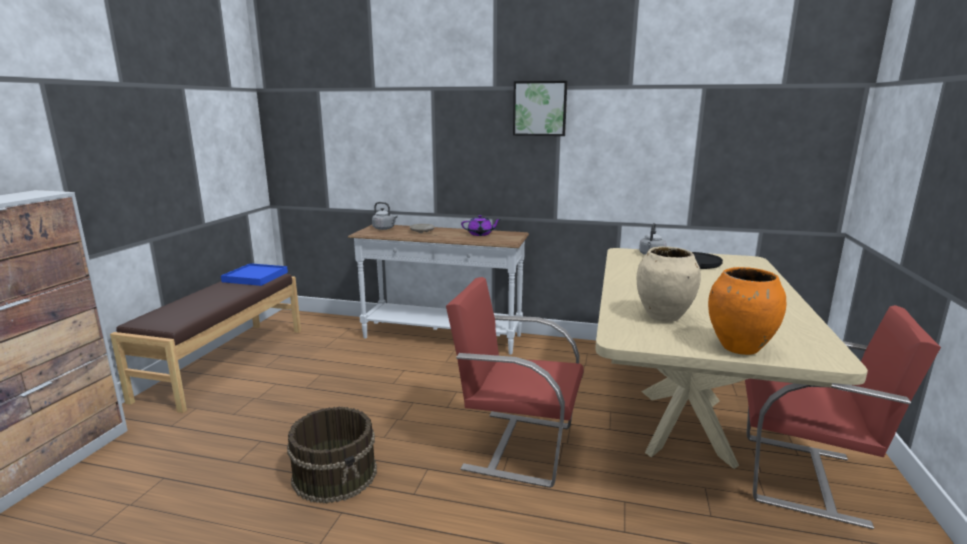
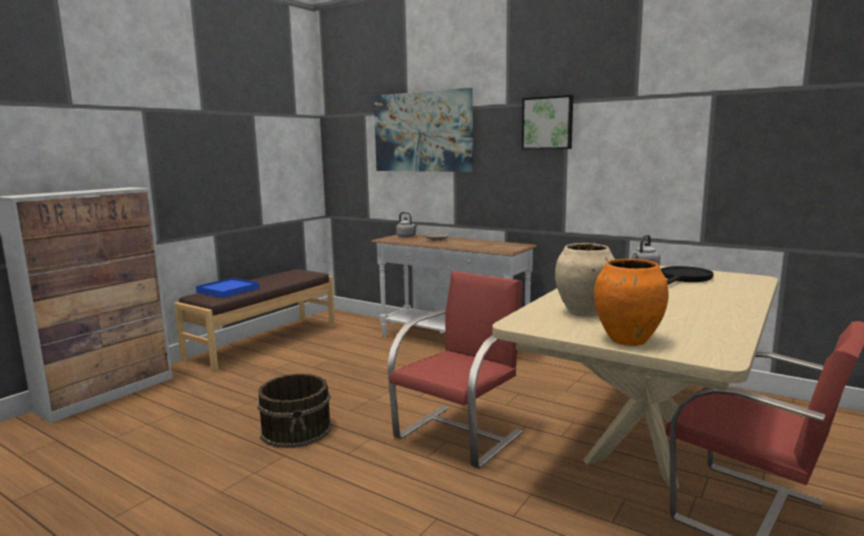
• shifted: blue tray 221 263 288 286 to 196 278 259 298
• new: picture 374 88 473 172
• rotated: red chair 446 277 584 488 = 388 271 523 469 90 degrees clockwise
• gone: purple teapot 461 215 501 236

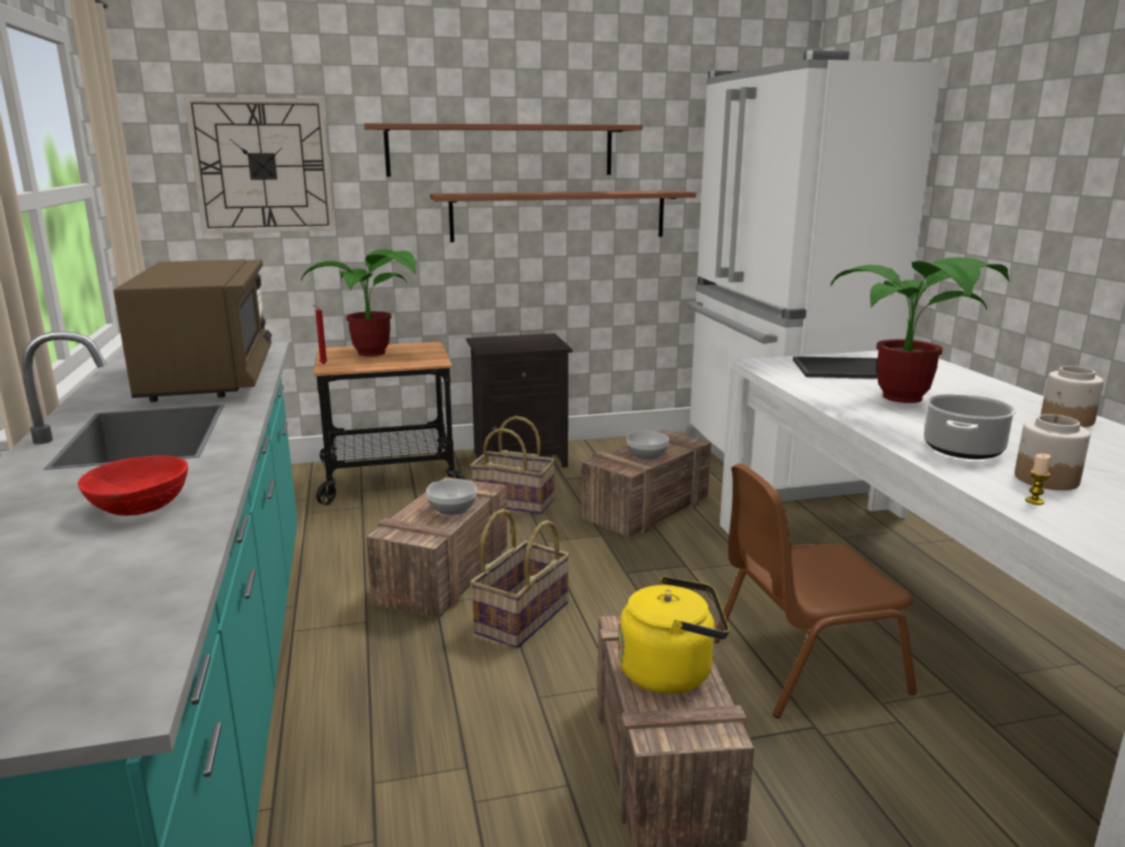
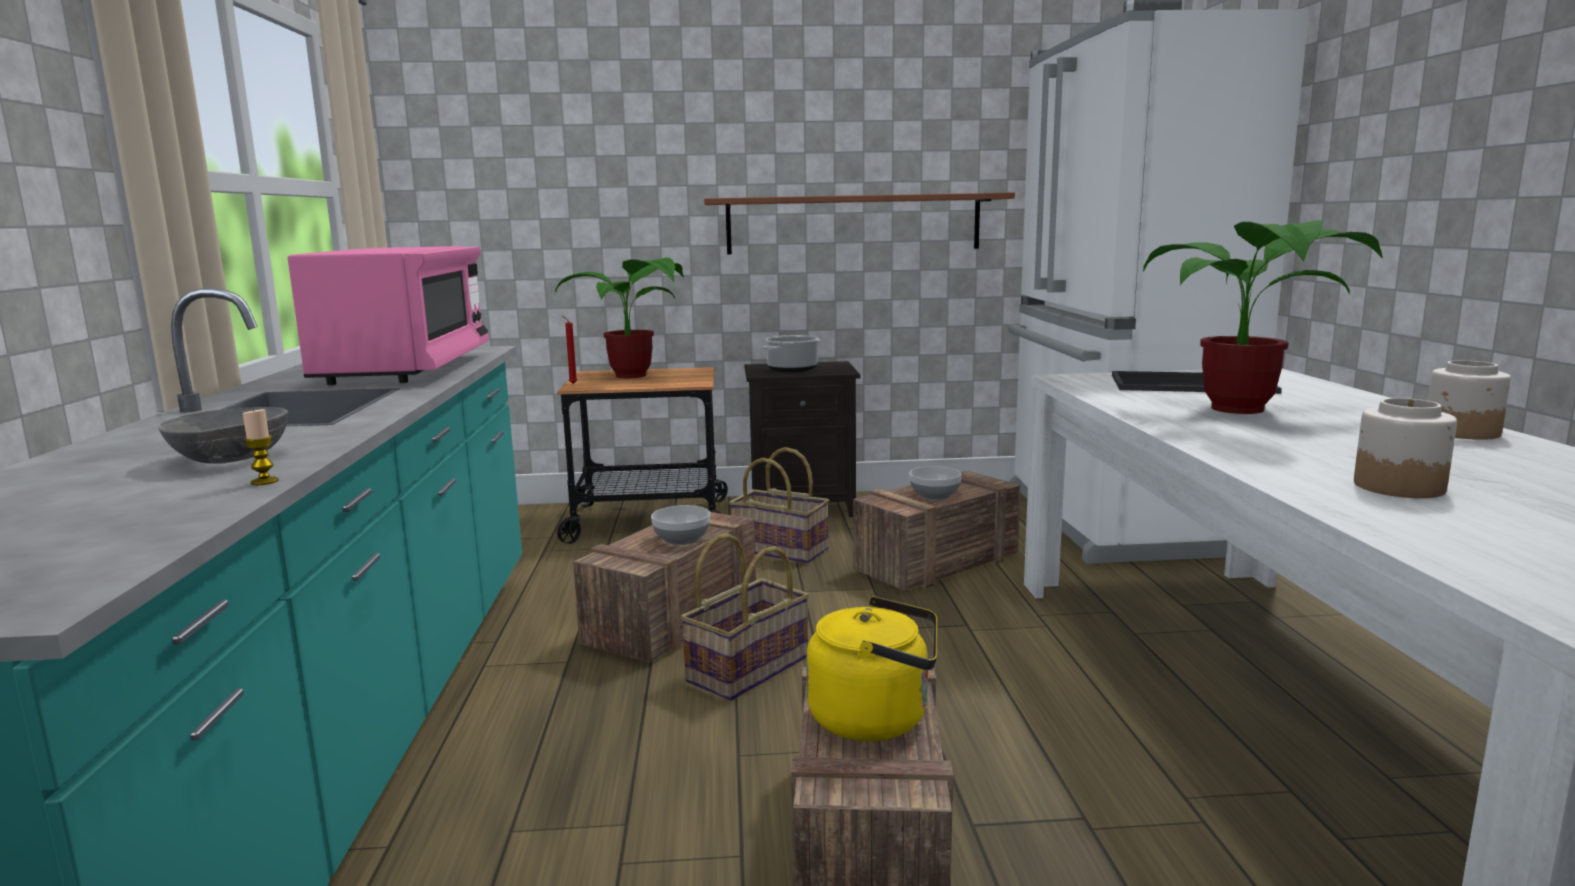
• repainted: red bowl 78 455 188 516 to grey bowl 158 407 288 464
• shifted: candle 1025 454 1051 505 to 243 409 279 485
• repainted: brown microwave 113 259 272 402 to pink microwave 287 246 489 385
• shifted: cooking pot 924 394 1016 459 to 763 335 820 372
• gone: wall clock 184 97 334 234
• gone: shelf 364 123 643 177
• gone: brown chair 715 464 917 718

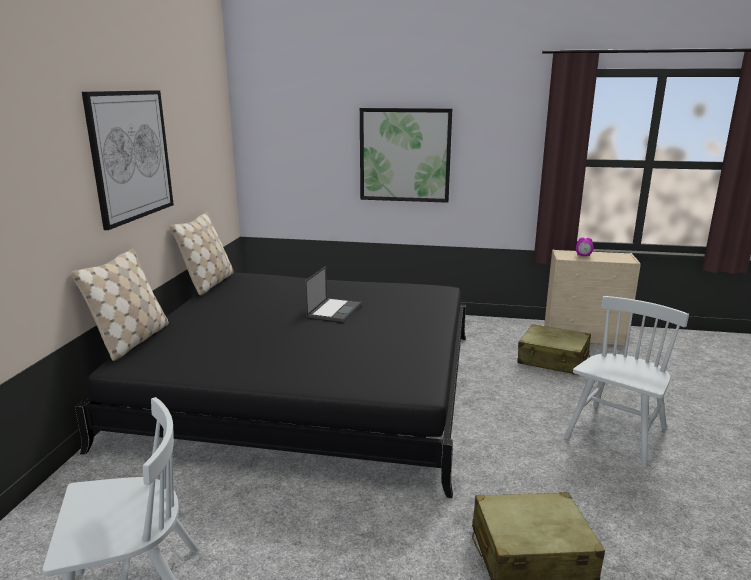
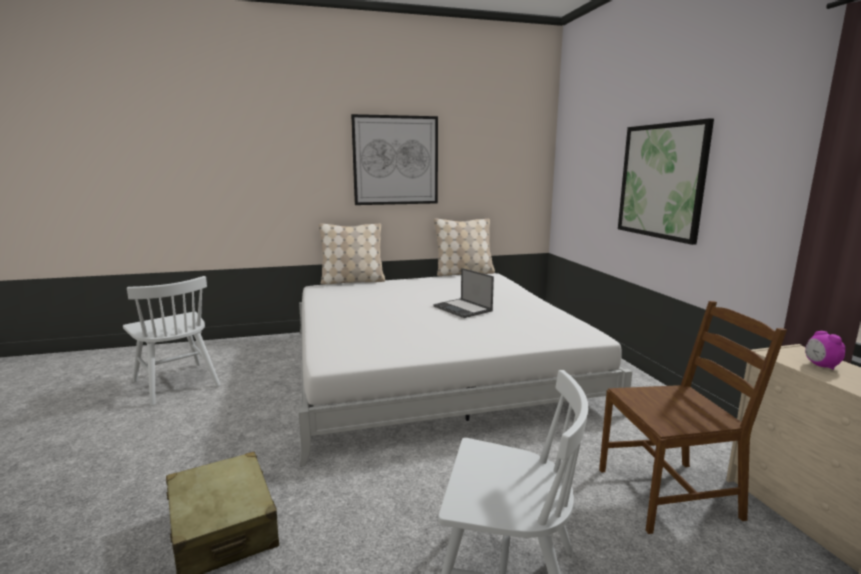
• repainted: black bed 75 273 466 498 to white bed 299 273 632 467
• rotated: laptop 305 266 362 322 = 434 268 494 318 60 degrees clockwise
• swapped: beige suitcase 518 324 591 375 to brown chair 599 301 787 534

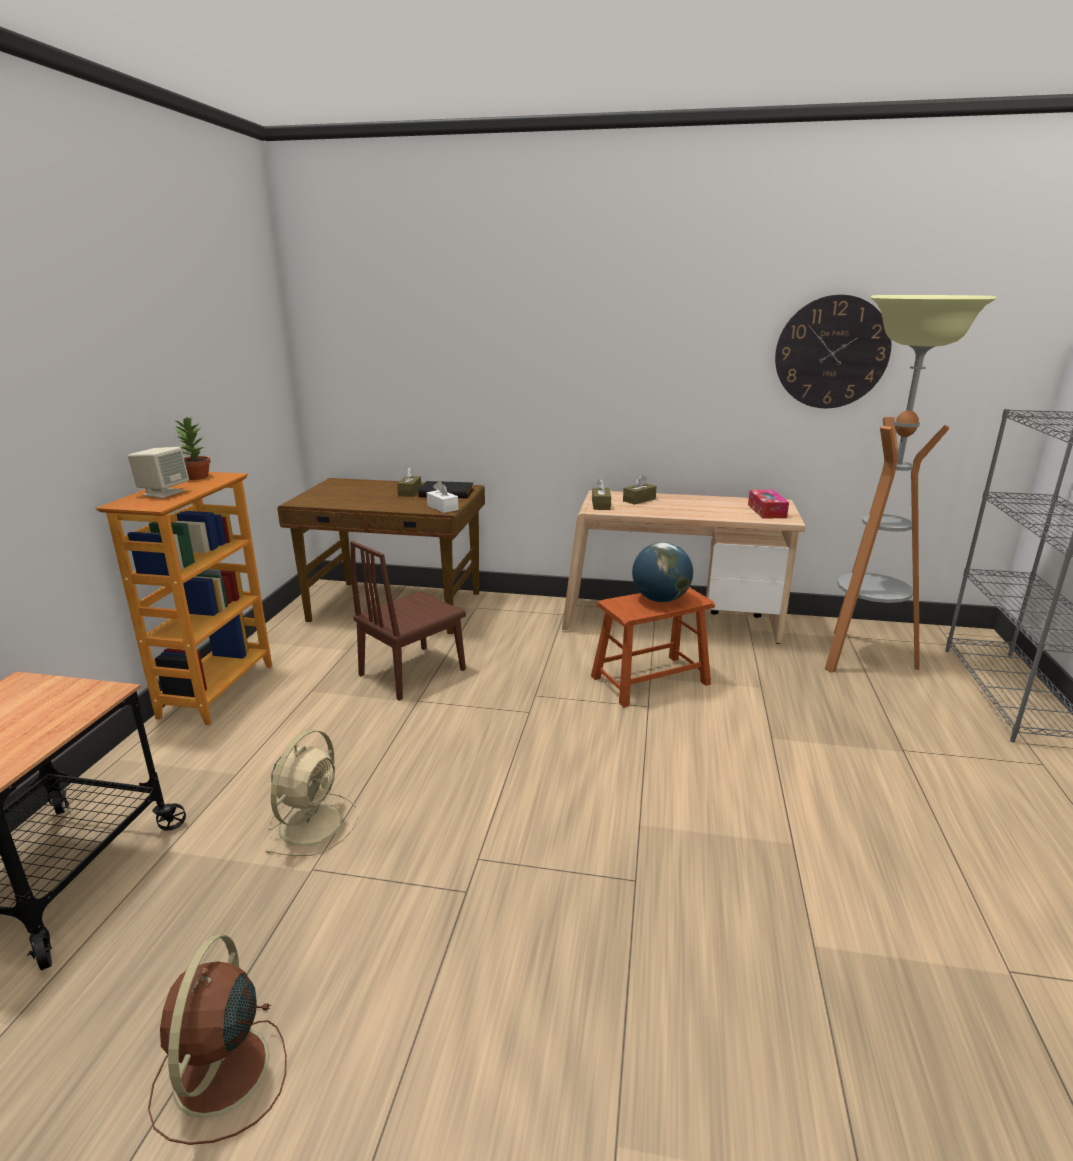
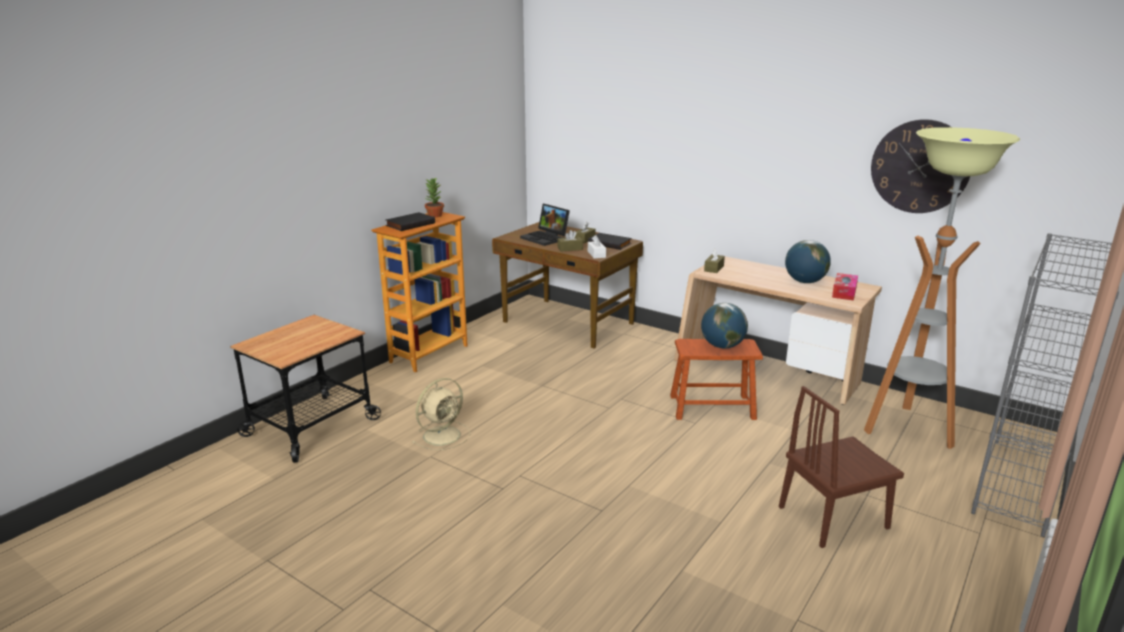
• swapped: beige speaker 128 447 189 498 to black book 386 212 435 231
• new: laptop 520 204 570 246
• shifted: brown tissue box 623 474 657 505 to 558 230 583 252
• shifted: brown chair 350 541 466 700 to 779 386 904 548
• new: globe 785 240 831 283
• gone: brown fan 148 935 287 1145

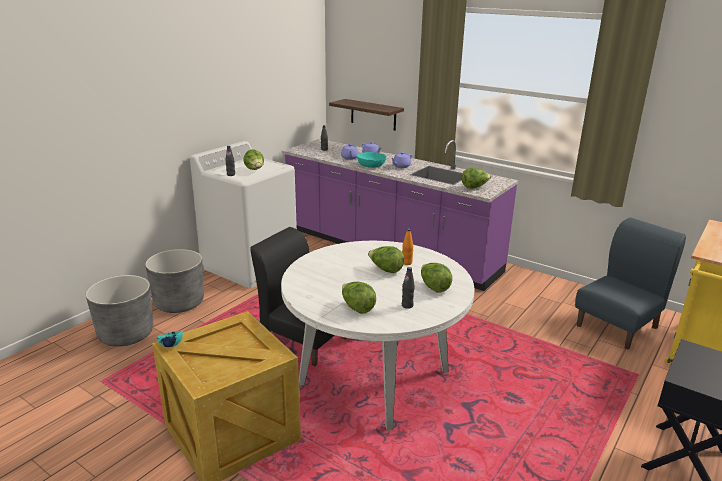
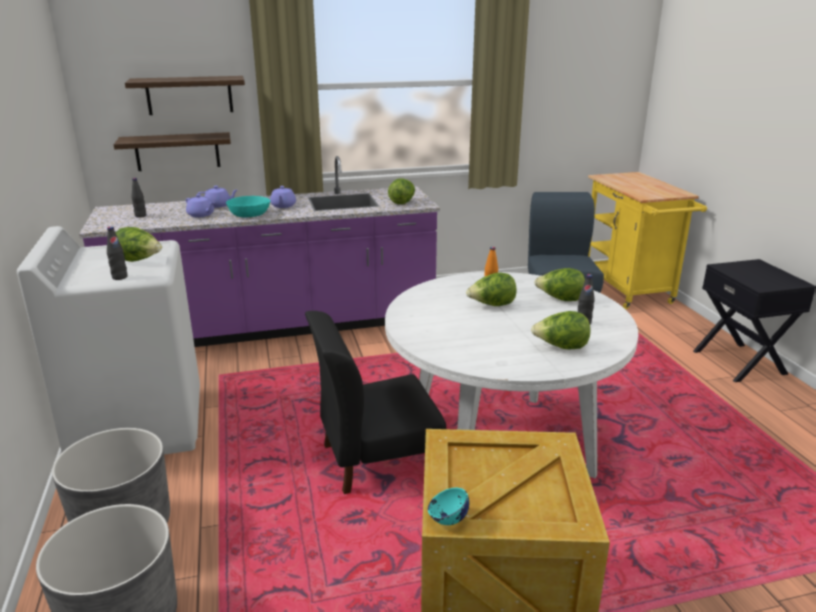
• new: shelf 125 76 245 115

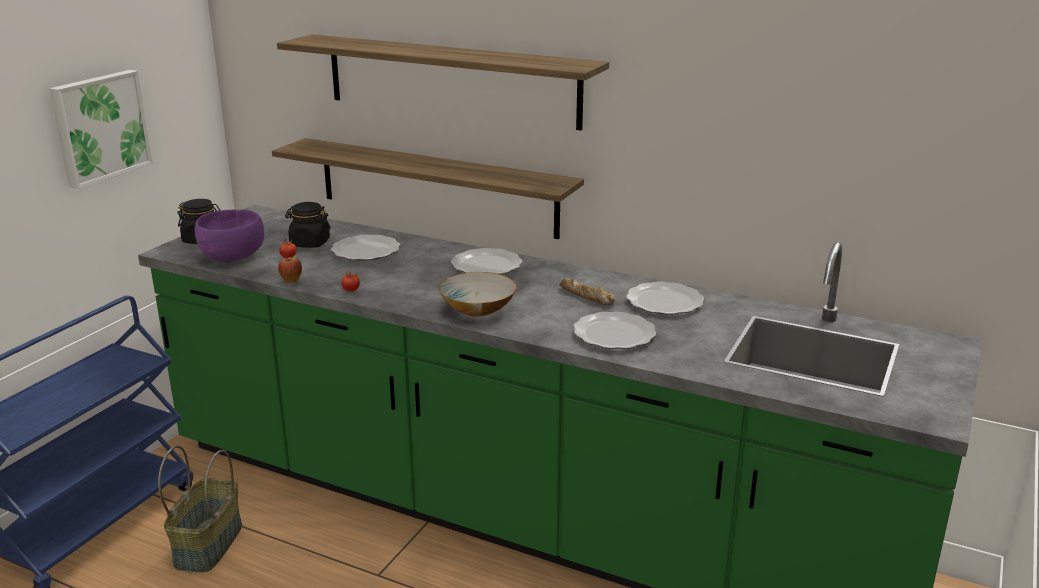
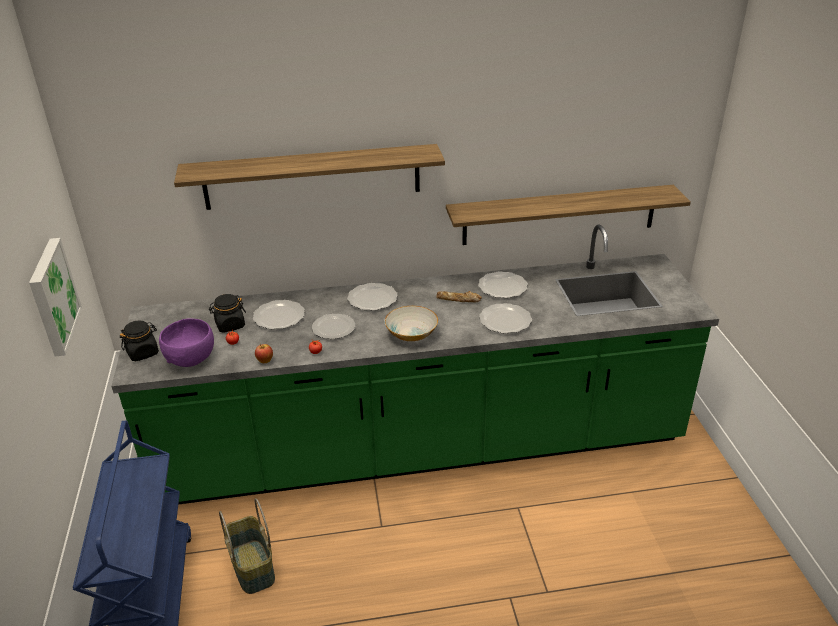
• new: plate 312 314 355 339
• shifted: shelf 272 138 584 239 to 446 185 691 245

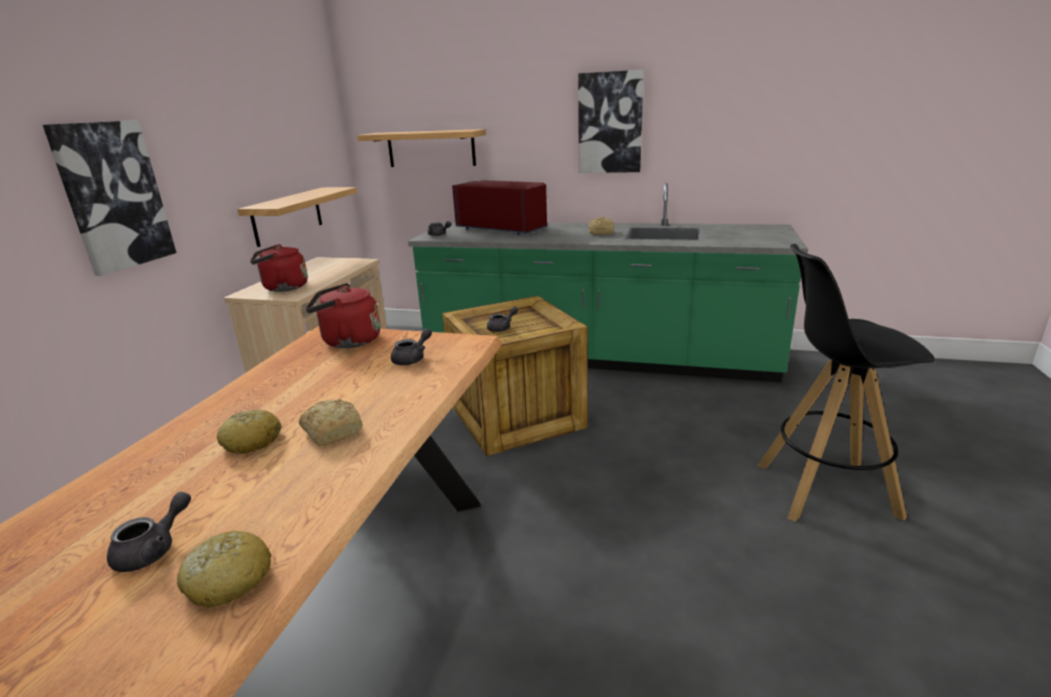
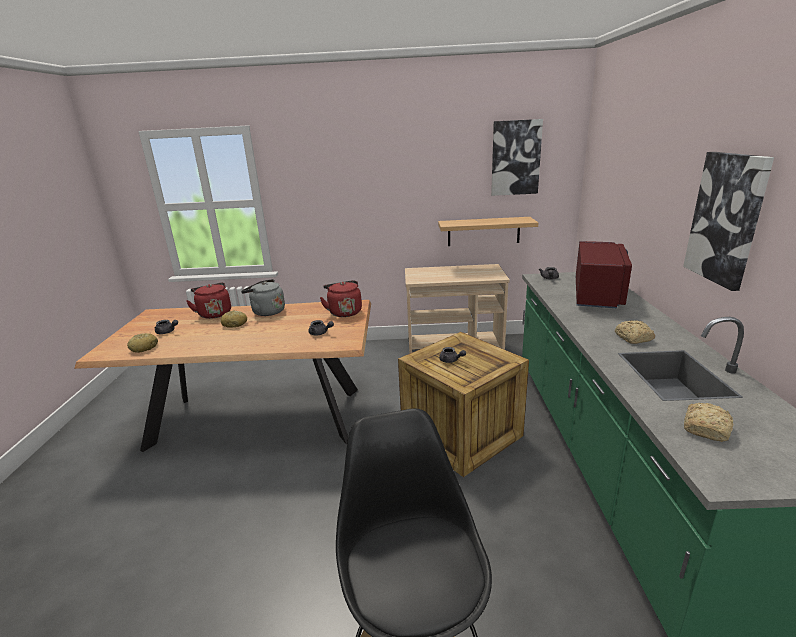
• shifted: red kettle 250 244 308 292 to 186 282 231 319
• new: grey kettle 241 279 285 316
• shifted: picture 43 120 176 276 to 491 119 543 196
• shifted: bread 299 399 363 446 to 684 403 734 442
• gone: shelf 357 129 486 167

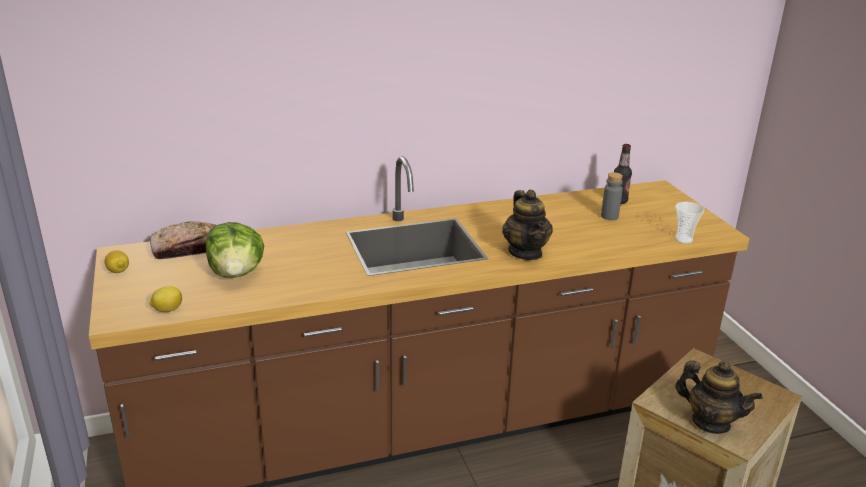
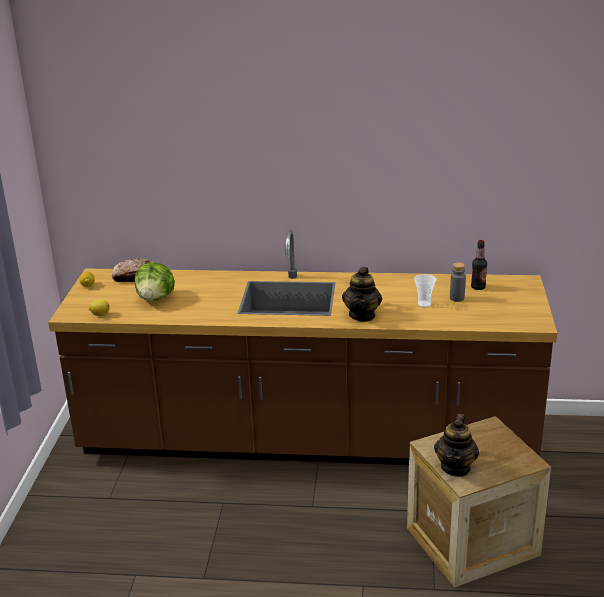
• shifted: cup 675 202 705 244 to 414 274 436 307
• rotated: teapot 675 360 763 434 = 434 414 479 477 45 degrees clockwise

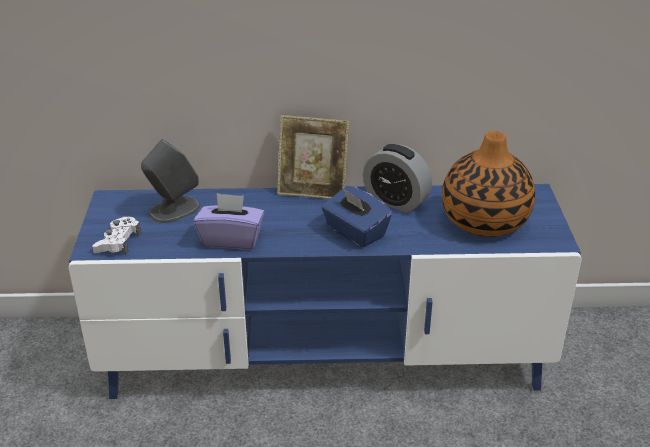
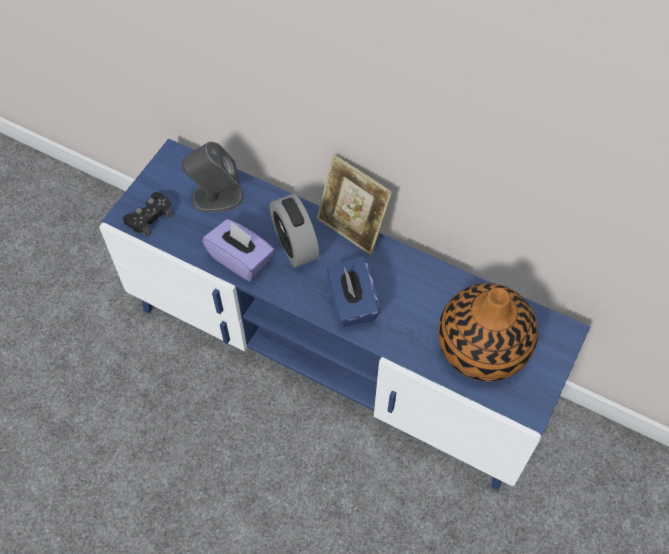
• repainted: white game controller 93 217 141 255 to black game controller 123 192 173 237
• shifted: alarm clock 363 144 432 213 to 270 194 319 267

